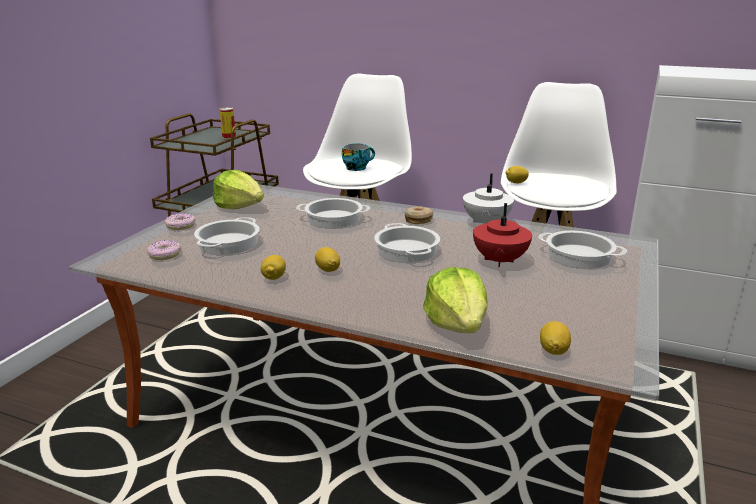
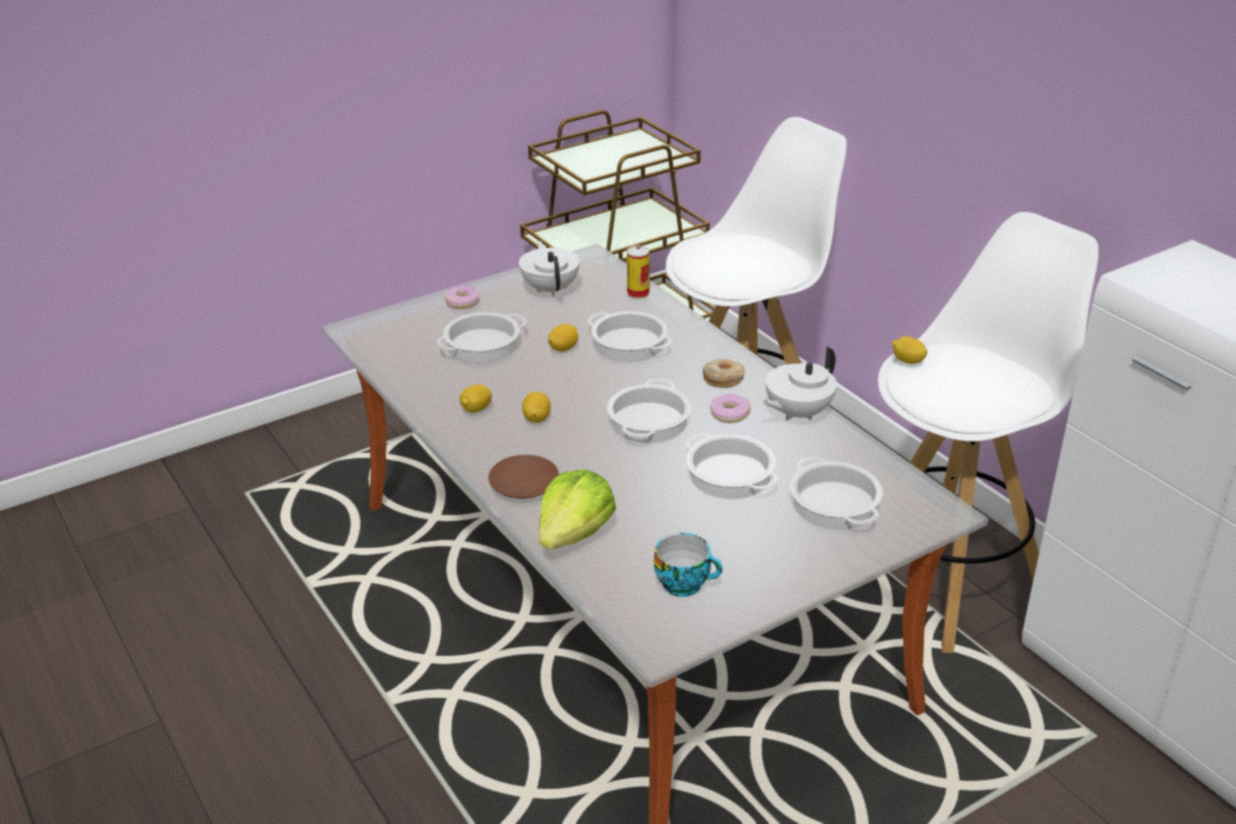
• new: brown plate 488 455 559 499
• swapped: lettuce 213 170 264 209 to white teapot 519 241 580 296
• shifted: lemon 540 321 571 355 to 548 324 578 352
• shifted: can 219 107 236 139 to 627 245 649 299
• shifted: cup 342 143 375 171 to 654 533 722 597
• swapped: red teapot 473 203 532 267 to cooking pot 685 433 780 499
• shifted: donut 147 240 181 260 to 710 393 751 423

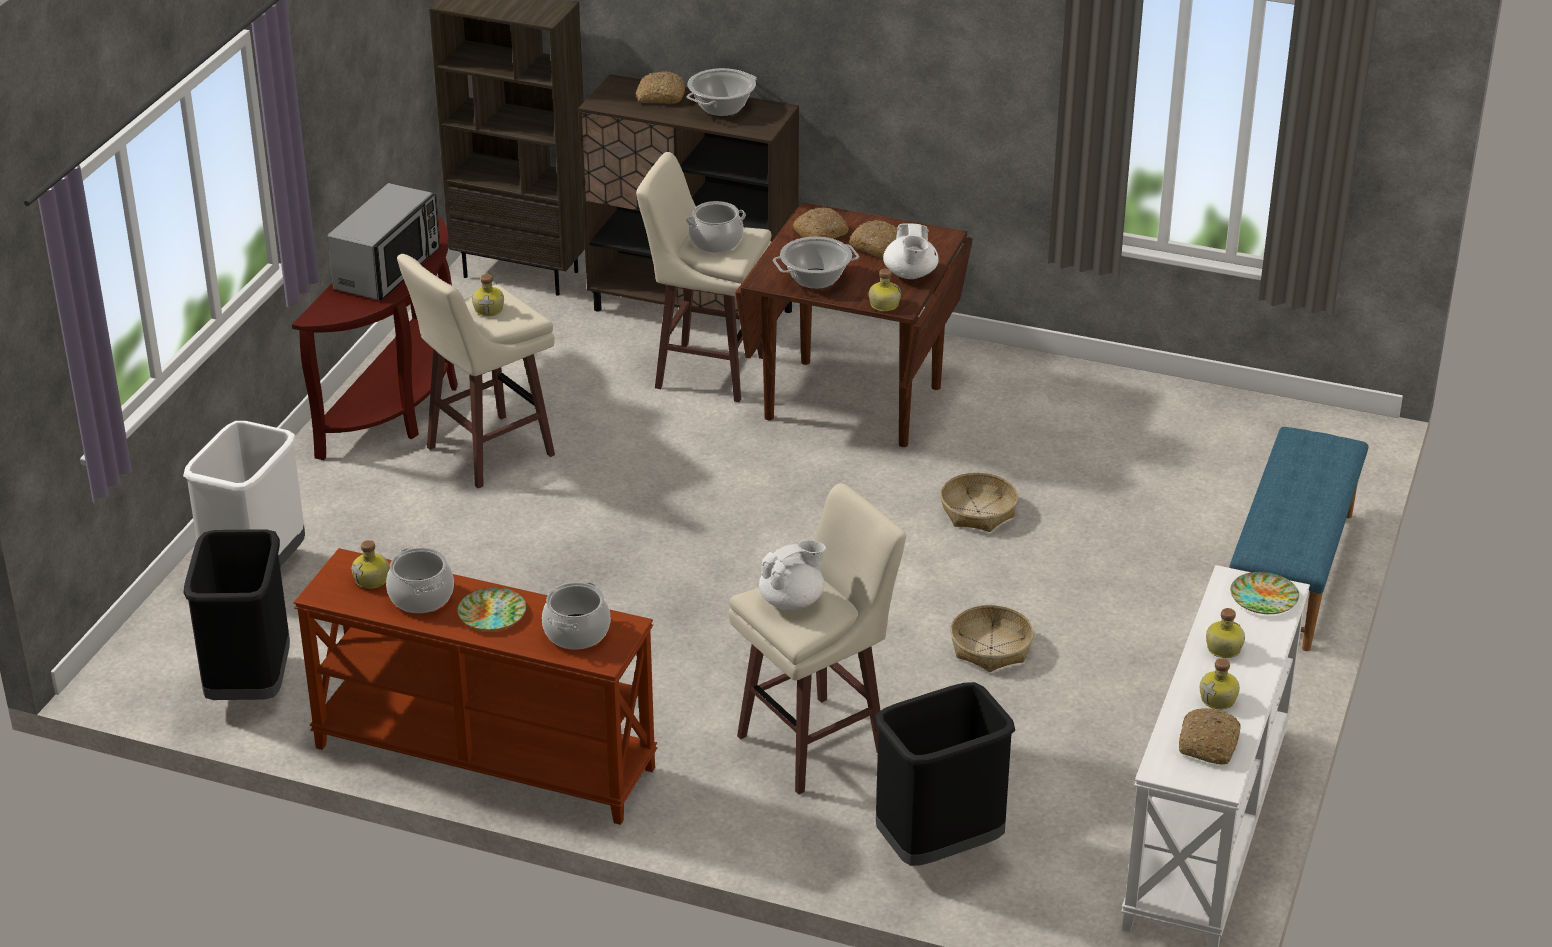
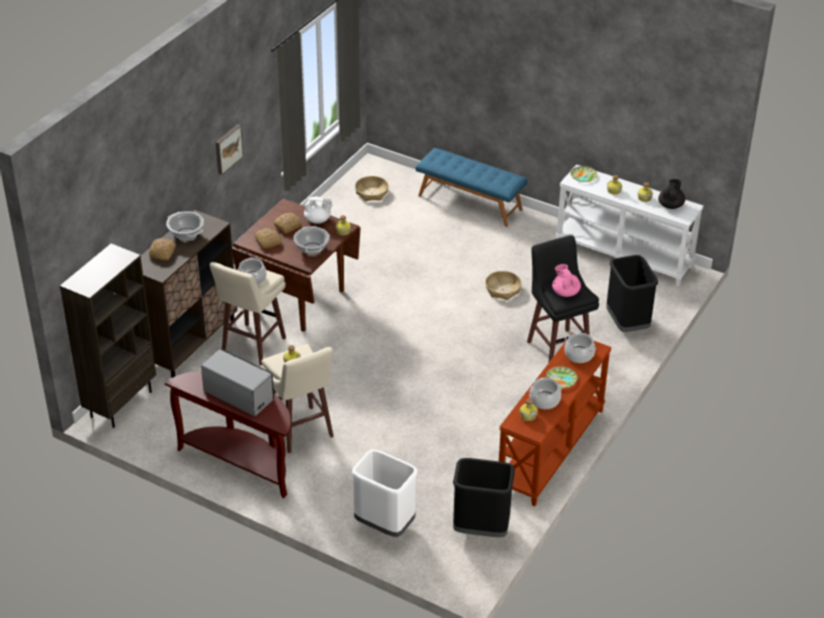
• new: picture 215 124 243 175
• shifted: basket 940 472 1018 532 to 355 176 389 201
• repainted: beige stool 729 483 906 794 to black stool 527 235 599 363
• repainted: white teapot 759 540 826 610 to pink teapot 552 264 581 297
• swapped: bread 1179 708 1240 764 to black teapot 658 179 685 209

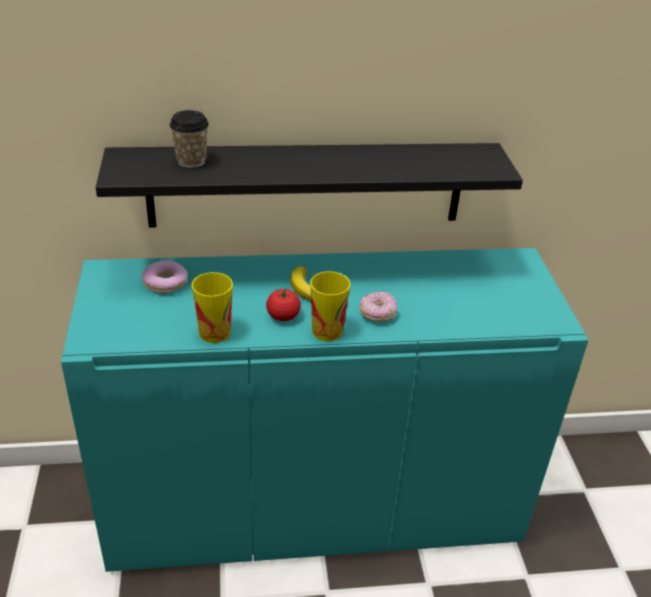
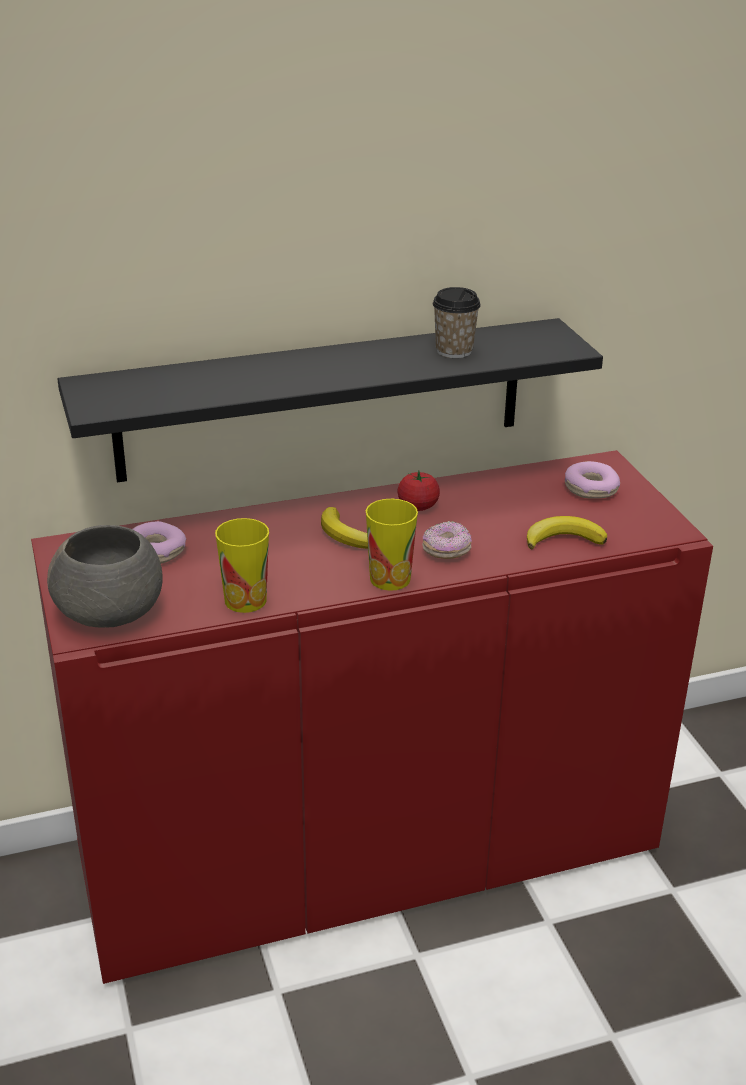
• repainted: turquoise cabinet 61 248 589 572 to red cabinet 31 450 713 984
• new: grey bowl 47 525 163 627
• shifted: tomato 266 287 301 321 to 397 471 440 511
• shifted: cup 170 110 209 168 to 433 287 481 358
• new: banana 527 516 607 549
• new: donut 565 461 620 499

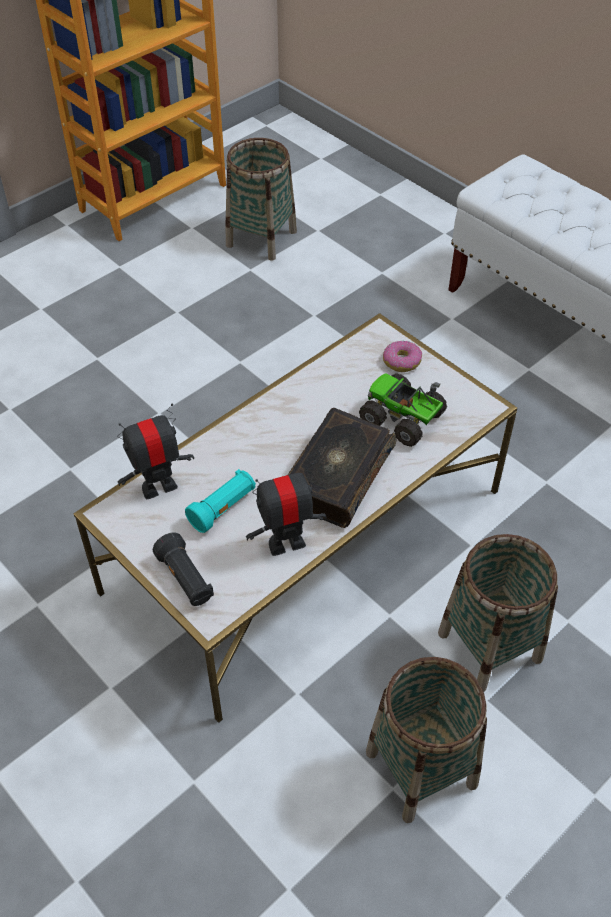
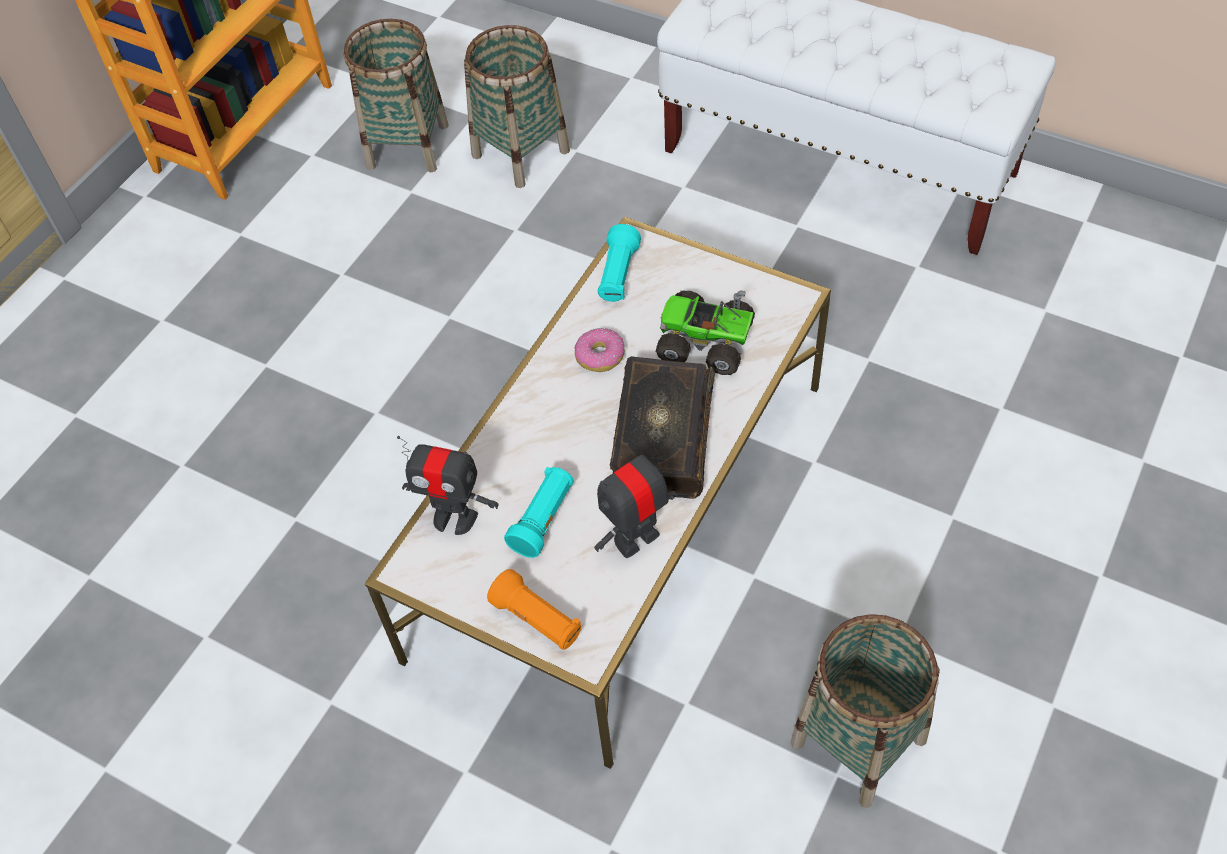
• rotated: toy robot 117 404 194 499 = 397 436 499 535 120 degrees counterclockwise
• shifted: basket 438 534 558 692 to 464 25 570 188
• repainted: black flashlight 153 532 214 606 to orange flashlight 487 569 581 650
• shifted: donut 383 341 422 372 to 574 328 625 372
• new: turquoise flashlight 598 224 641 302

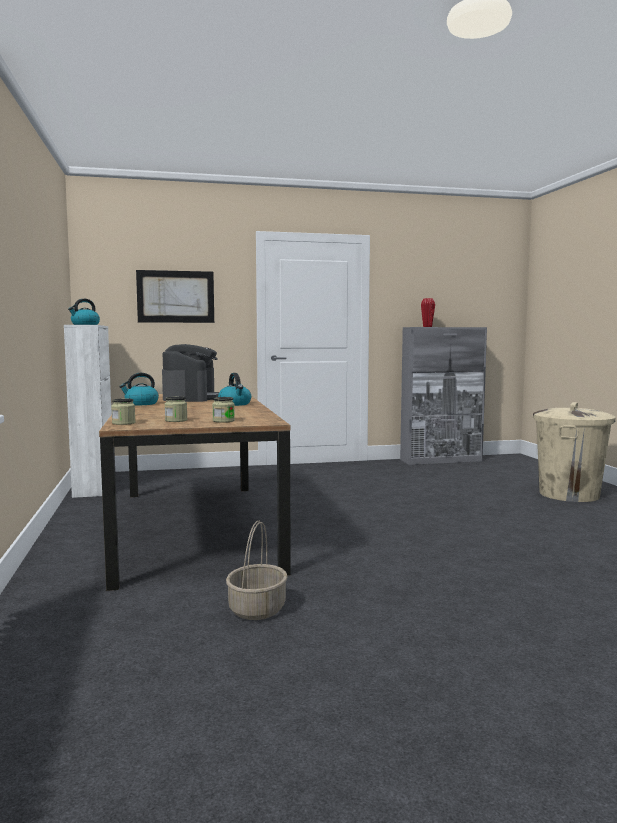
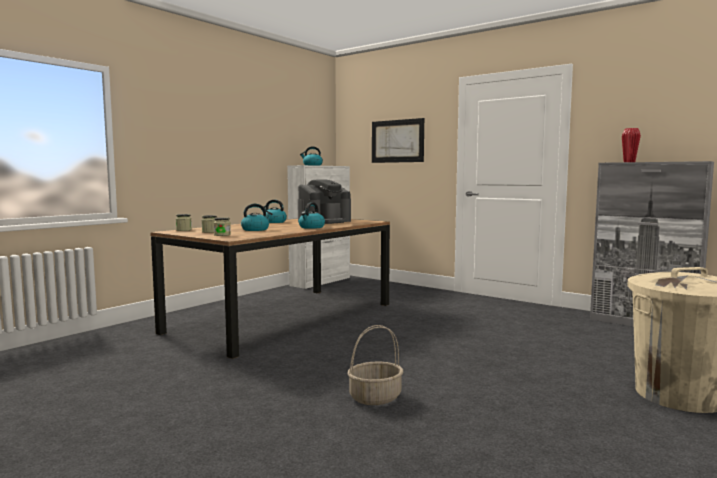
• new: kettle 241 204 273 231
• shifted: basket 226 521 288 620 to 347 325 403 405

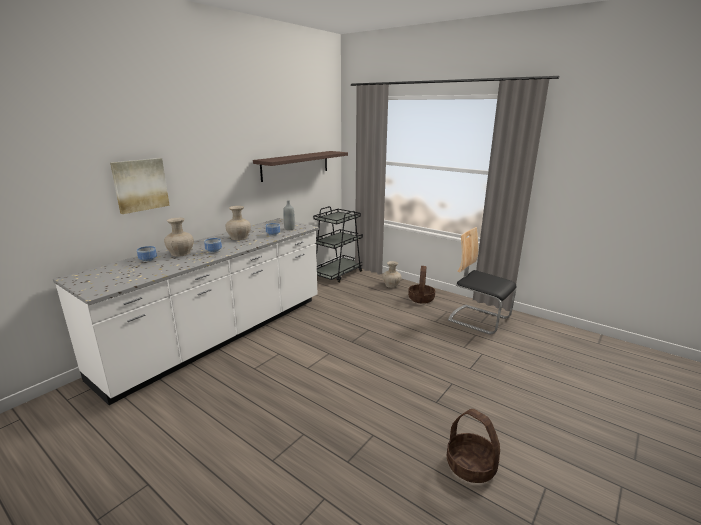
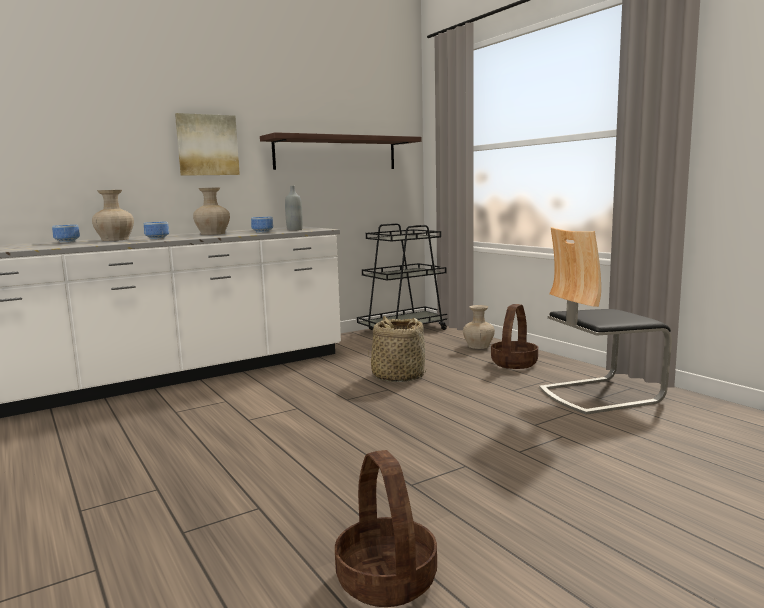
• shifted: picture 110 158 170 214 to 175 113 240 176
• new: basket 368 316 426 382
• rotated: chair 448 227 516 334 = 539 227 672 415 75 degrees counterclockwise

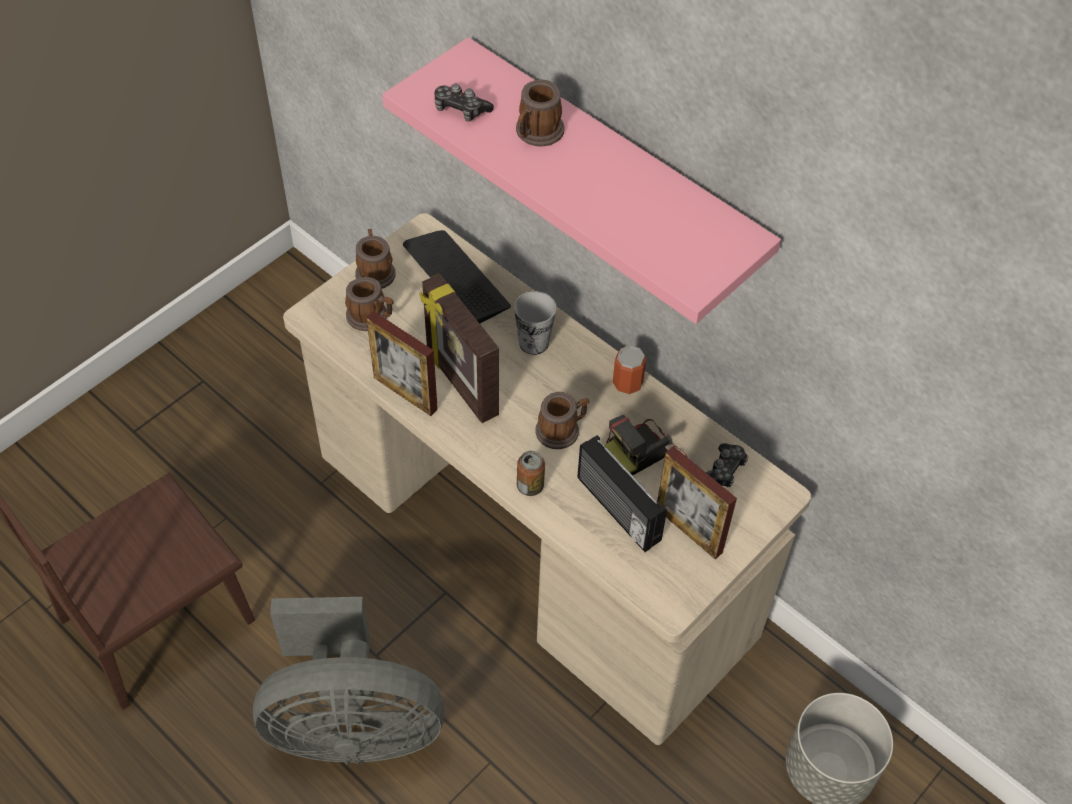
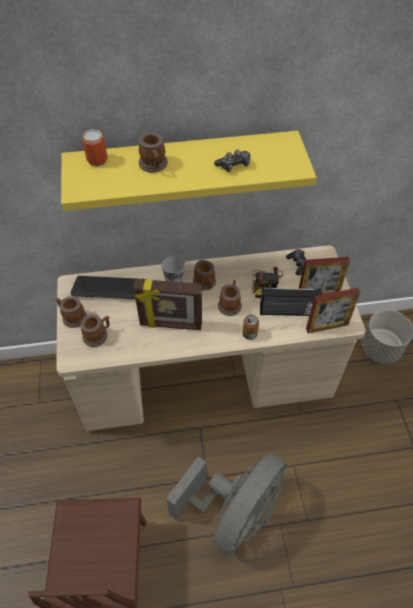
• repainted: pink shelf 382 37 781 324 to yellow shelf 61 131 317 211
• shifted: can 613 345 646 395 to 82 129 108 167
• new: mug 193 260 216 290
• shifted: game controller 435 84 494 122 to 214 149 250 172
• shifted: picture frame 366 311 438 416 to 306 288 361 333

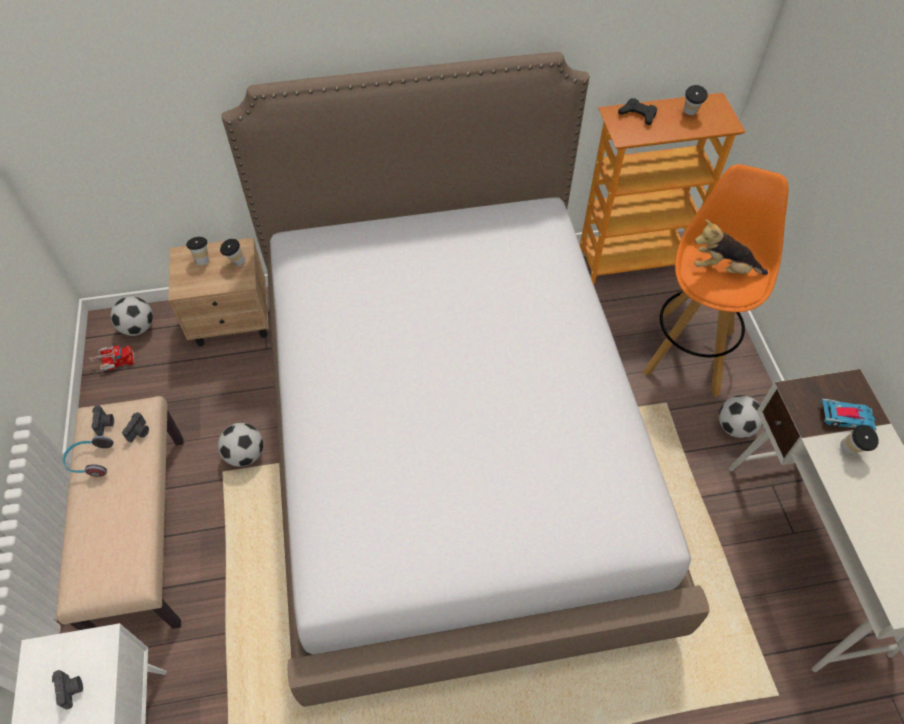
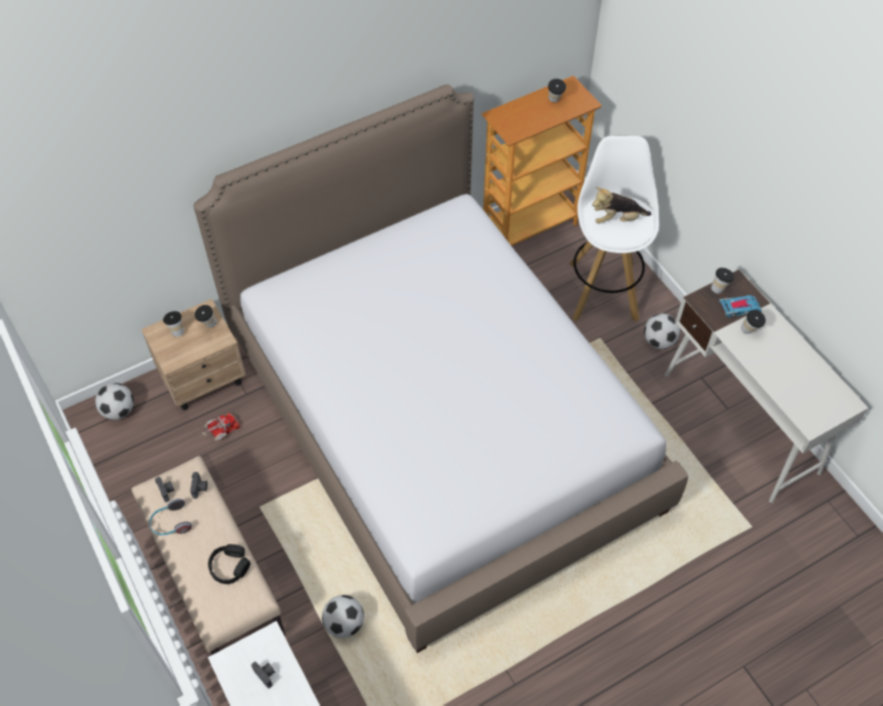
• shifted: toy truck 88 346 134 371 to 201 413 240 442
• new: black headphones 208 544 250 584
• shifted: football 218 423 263 467 to 322 595 364 638
• repainted: orange stool 643 164 789 397 to white stool 569 136 659 322
• new: cup 711 268 734 294
• gone: black game controller 618 98 657 125

